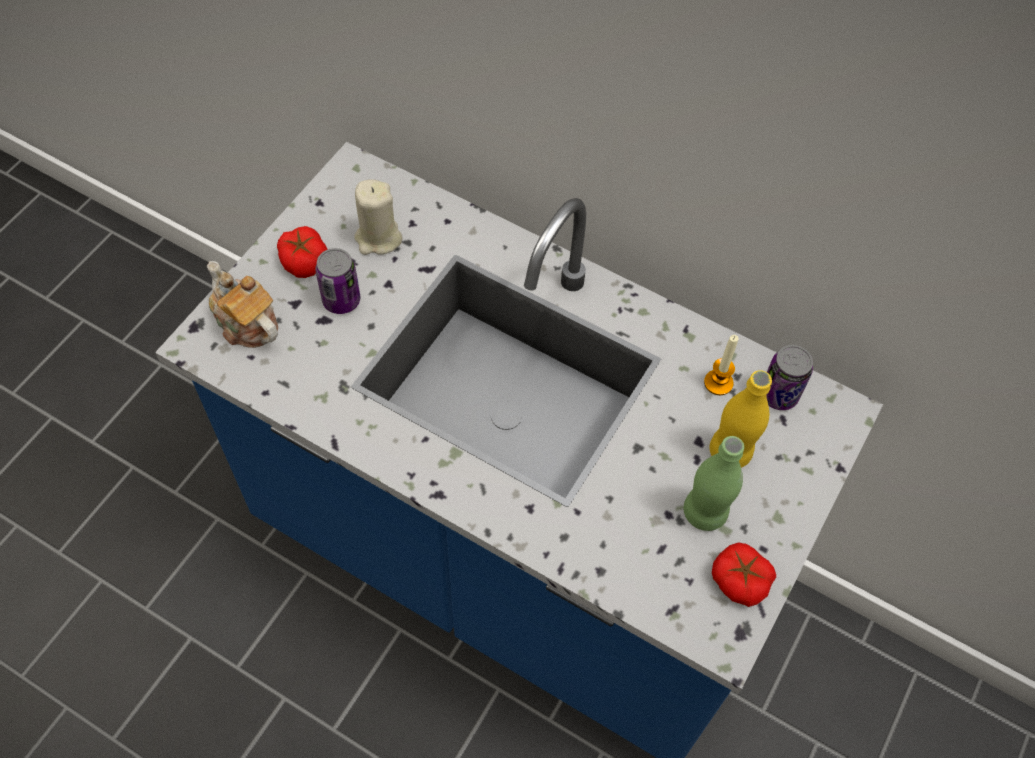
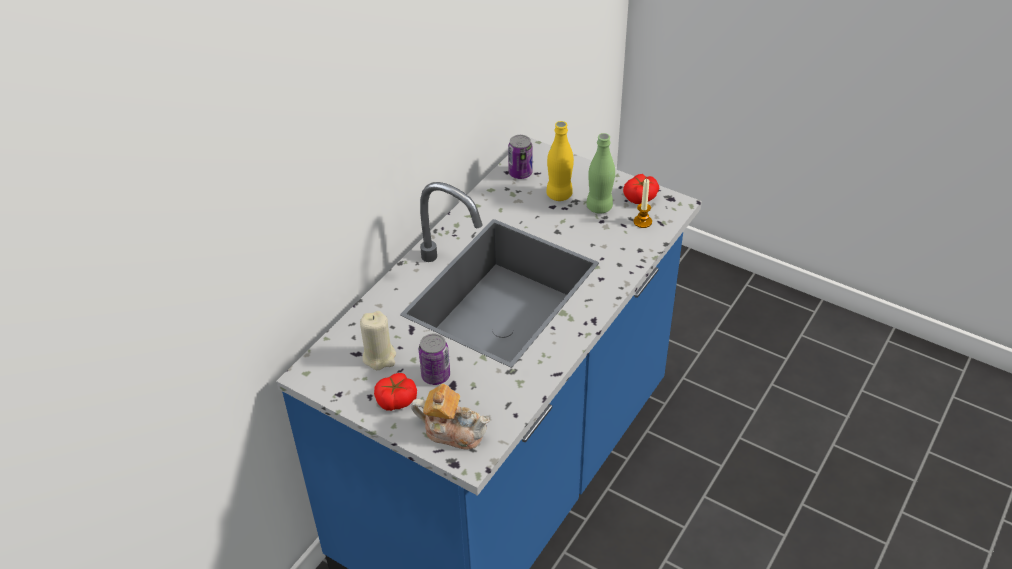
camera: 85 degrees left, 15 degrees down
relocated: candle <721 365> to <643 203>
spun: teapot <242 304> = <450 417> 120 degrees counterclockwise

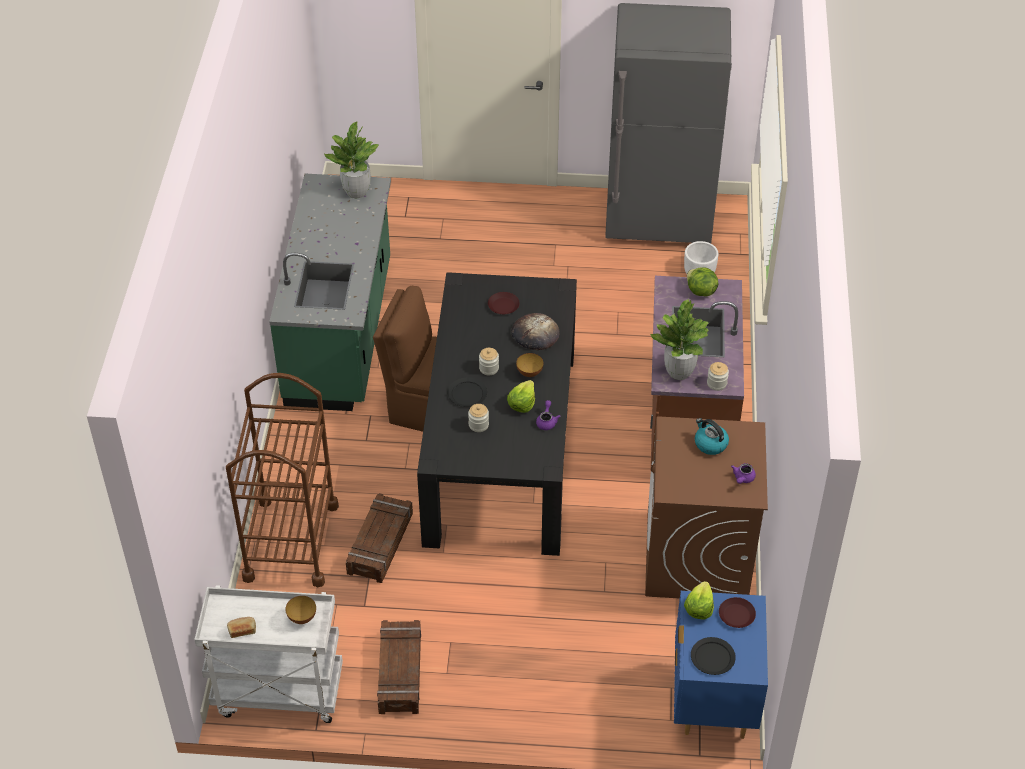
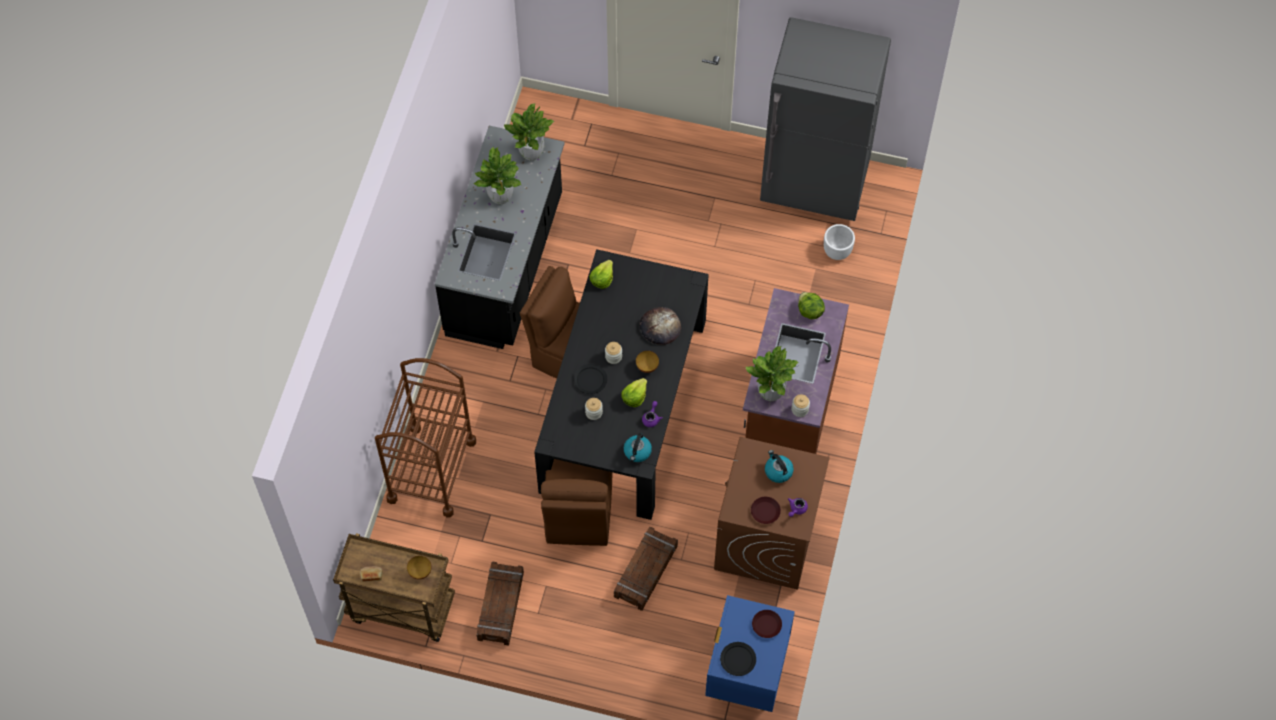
camera: 10 degrees right, 15 degrees up
appeared: potted plant <497 175>; chair (brown) <576 502>; kettle <638 447>
relocated: crate <379 538> to <646 569>; plate (brown) <504 303> to <766 510>; lettuce <699 600> to <601 274>
colour: cart (white) <268 654> to cart (brown) <394 587>; counter (green) <330 292> to counter (black) <499 237>

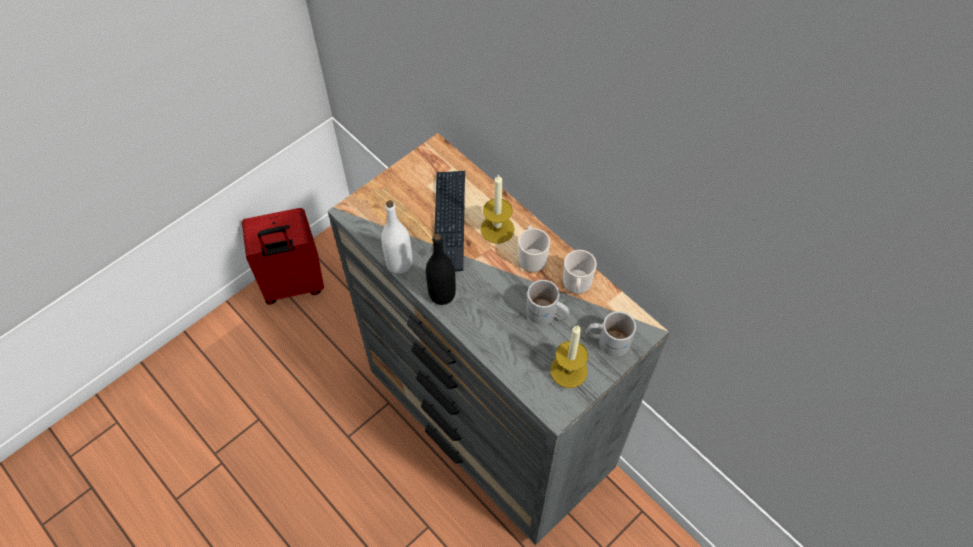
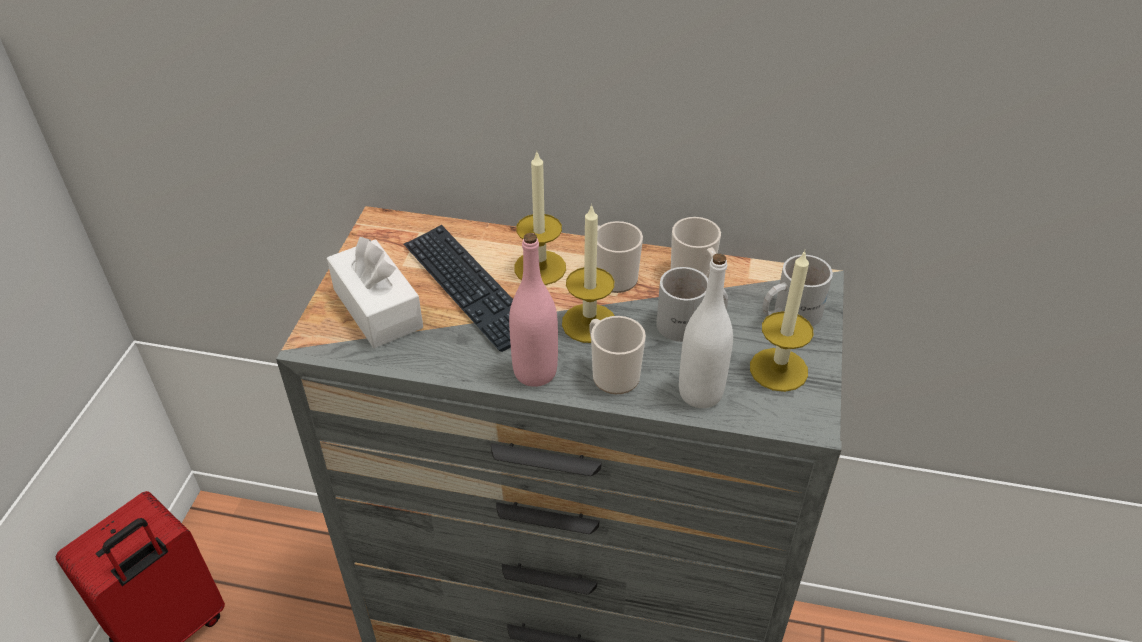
camera: 35 degrees left, 15 degrees down
appeared: tissue box (white) <375 292>; candle <588 273>; mug <617 355>
relocated: bottle (white) <396 237> to <706 331>
colour: bottle (black) <441 269> to bottle (pink) <533 310>

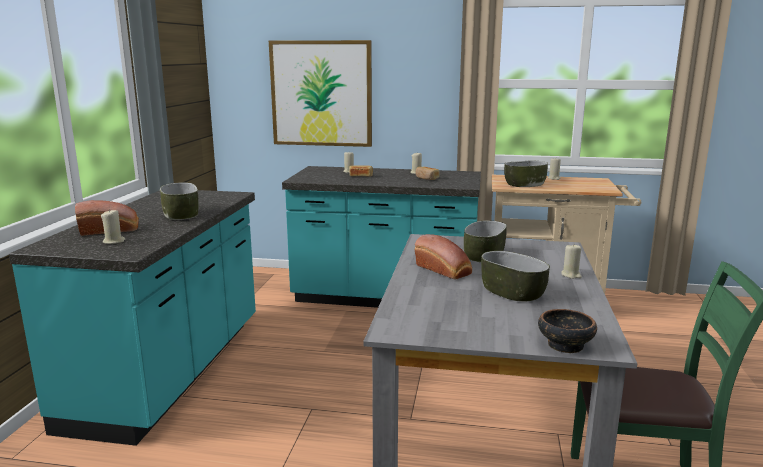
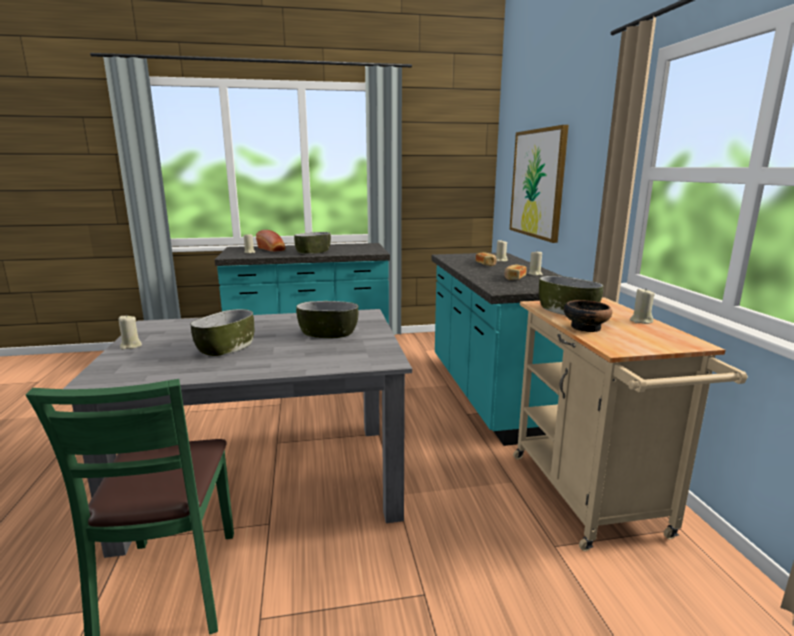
camera: 70 degrees right, 0 degrees up
missing: bread <443 256>
relocated: bowl <567 331> to <588 316>; candle (beige) <571 262> to <130 332>

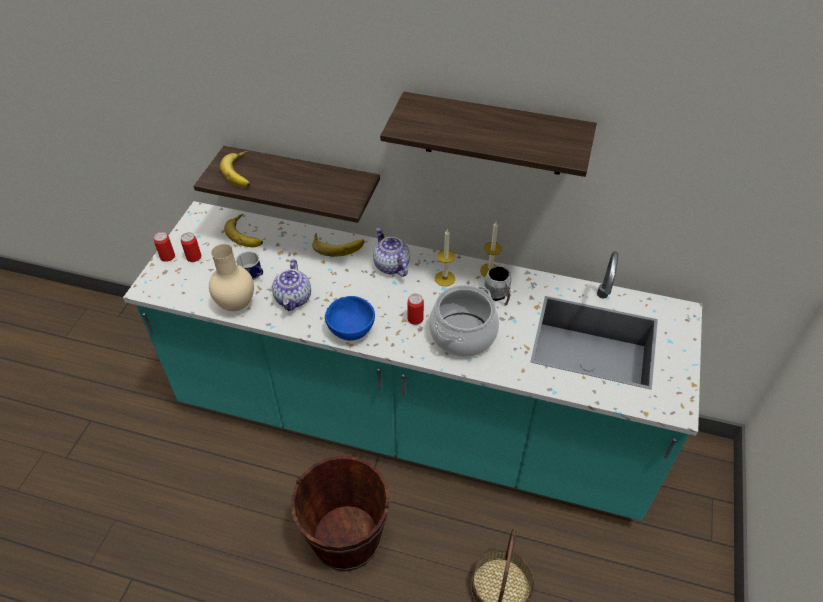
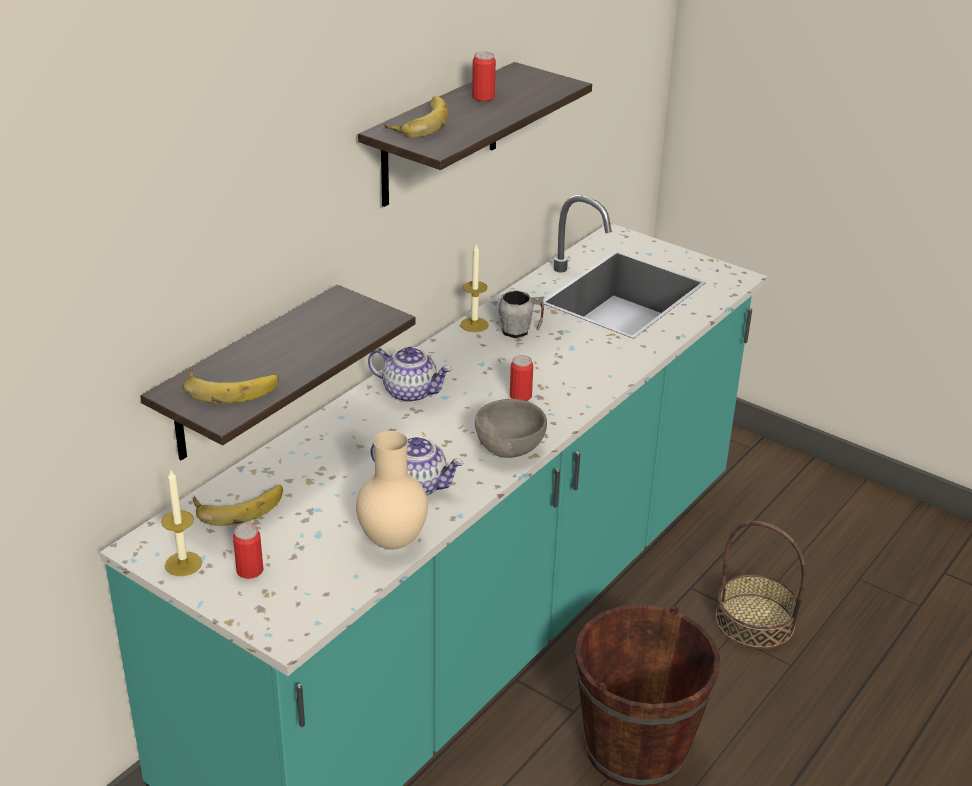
camera: 70 degrees left, 15 degrees down
missing: mug <249 265>; cooking pot <464 321>
relocated: can <164 247> to <484 76>; banana <338 245> to <416 117>; candle <445 257> to <181 523>
colour: bowl (blue) <350 318> to bowl (grey) <511 428>
spun: teapot <391 252> = <410 375> 150 degrees counterclockwise

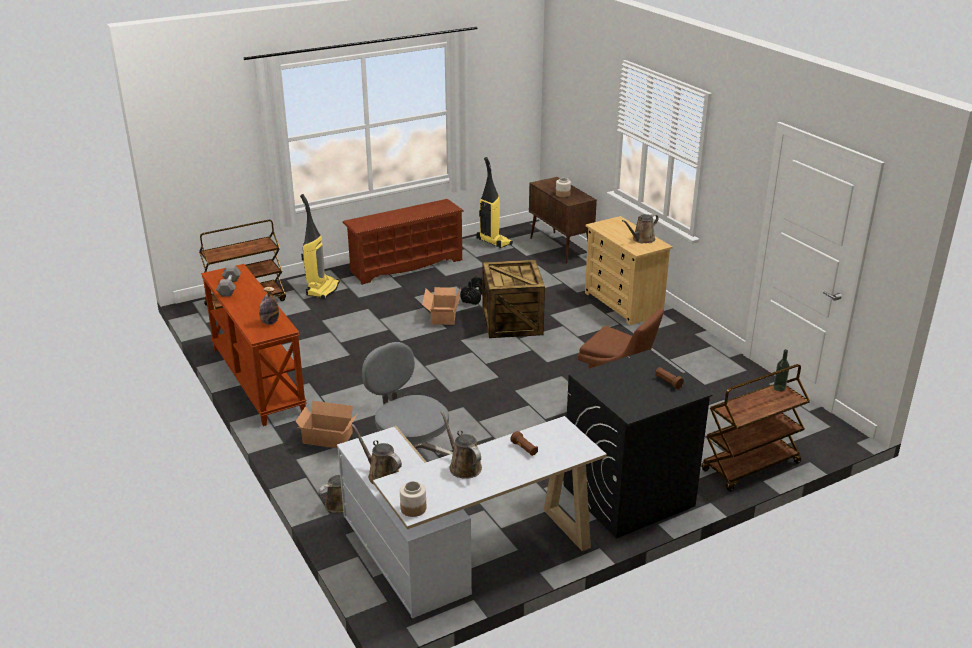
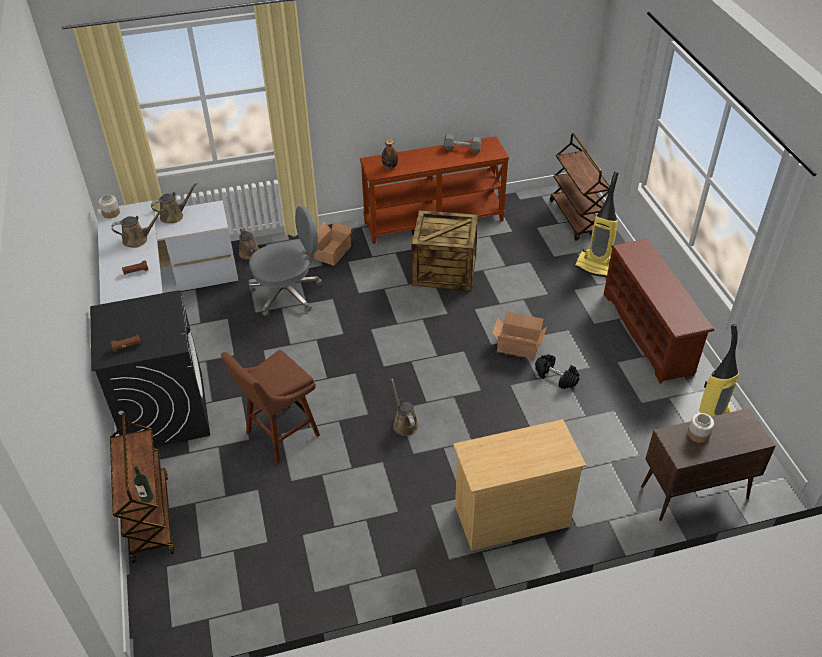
camera: 105 degrees right, 15 degrees up
relocated: crate <513 299> to <444 250>; watering can (brown) <640 228> to <405 407>

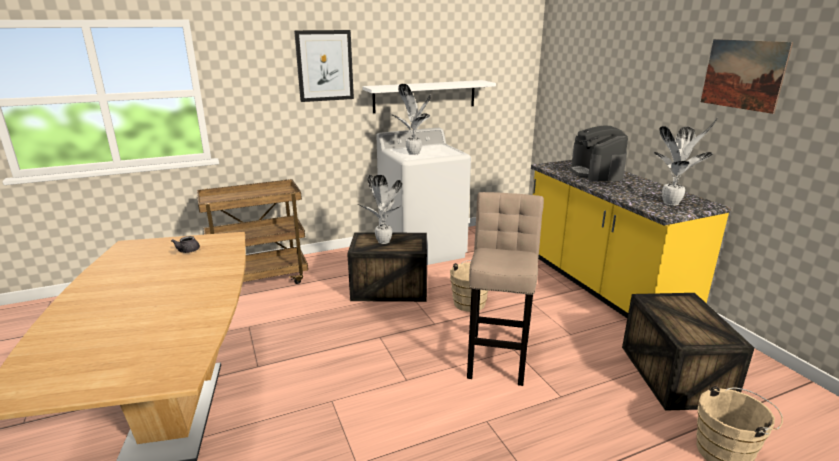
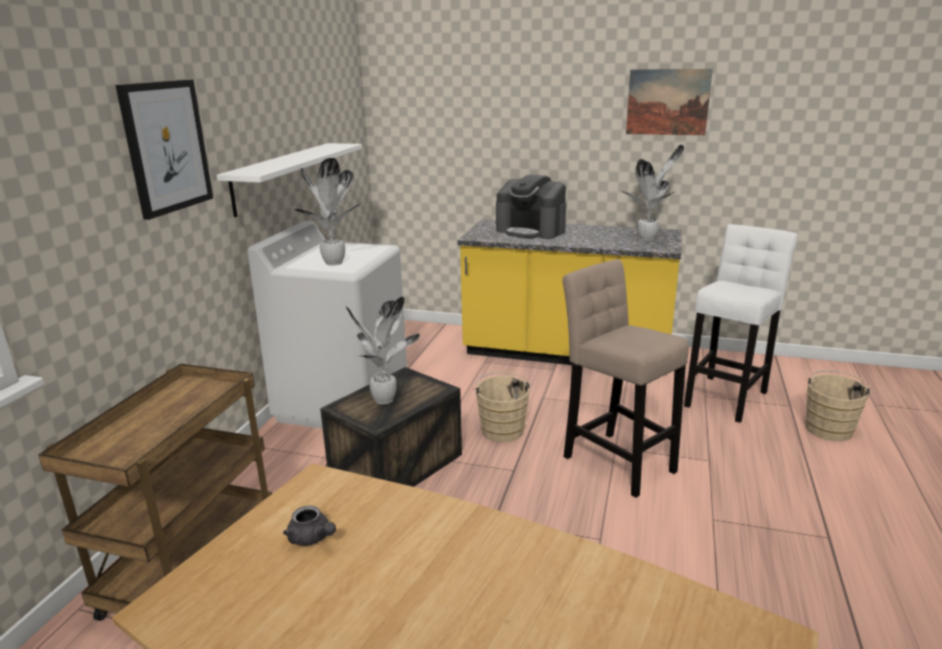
camera: 50 degrees left, 0 degrees up
exchanged: crate <688 352> to stool (white) <741 323>

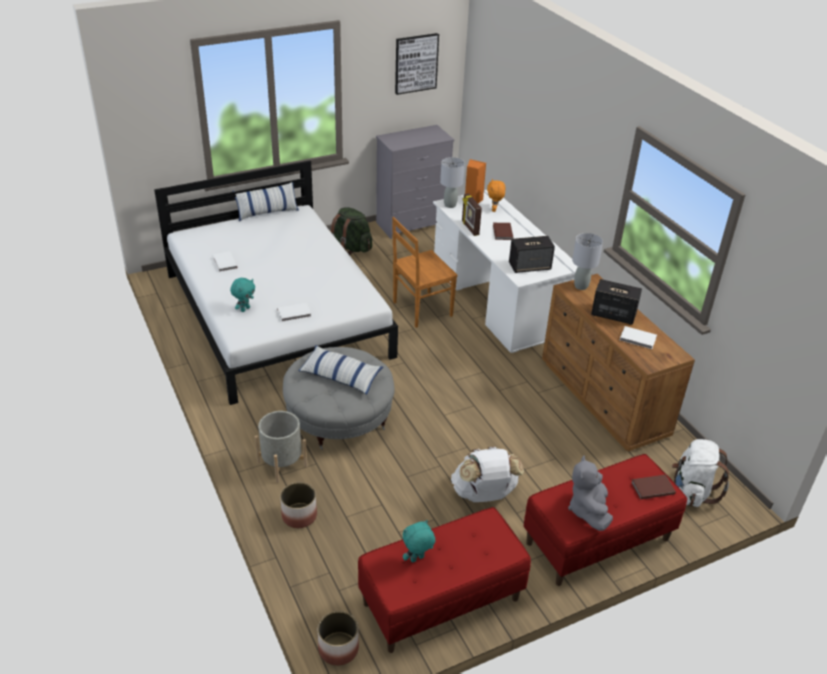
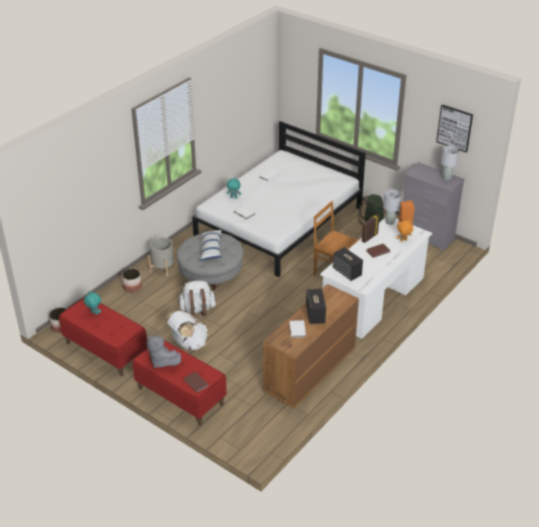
camera: 65 degrees right, 0 degrees up
missing: pillow <266 201>
relocated: table lamp (grey) <587 261> to <450 163>; backpack (white) <700 473> to <197 298>
spun: plush toy (grey) <590 493> = <164 351> 120 degrees counterclockwise

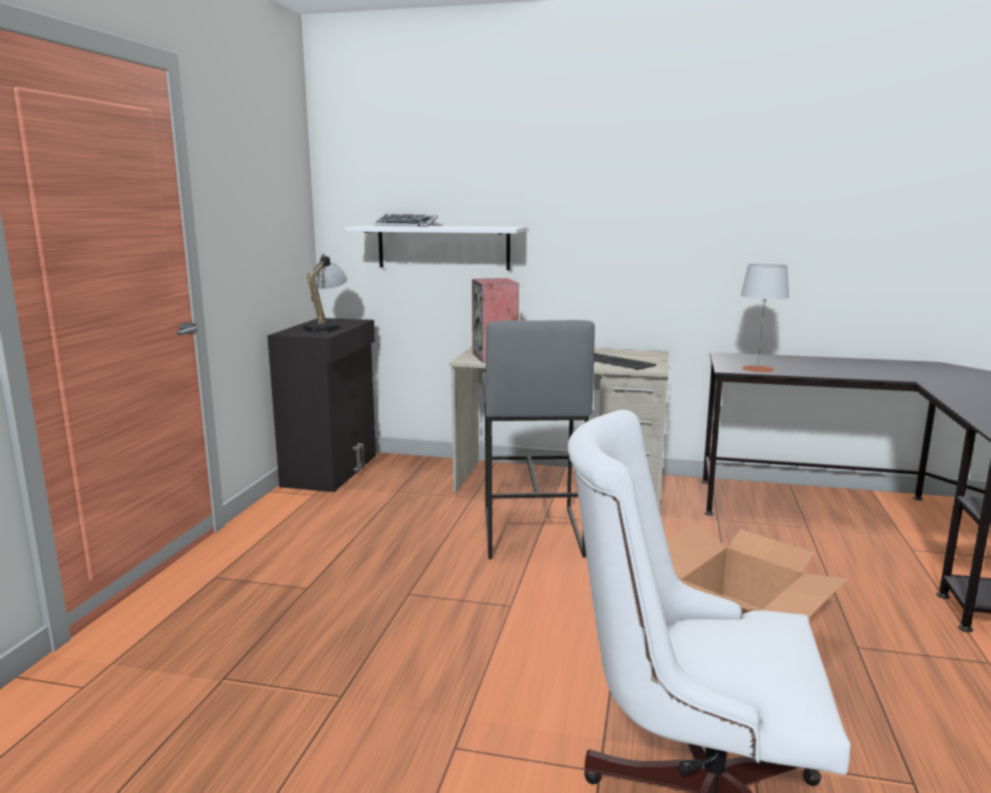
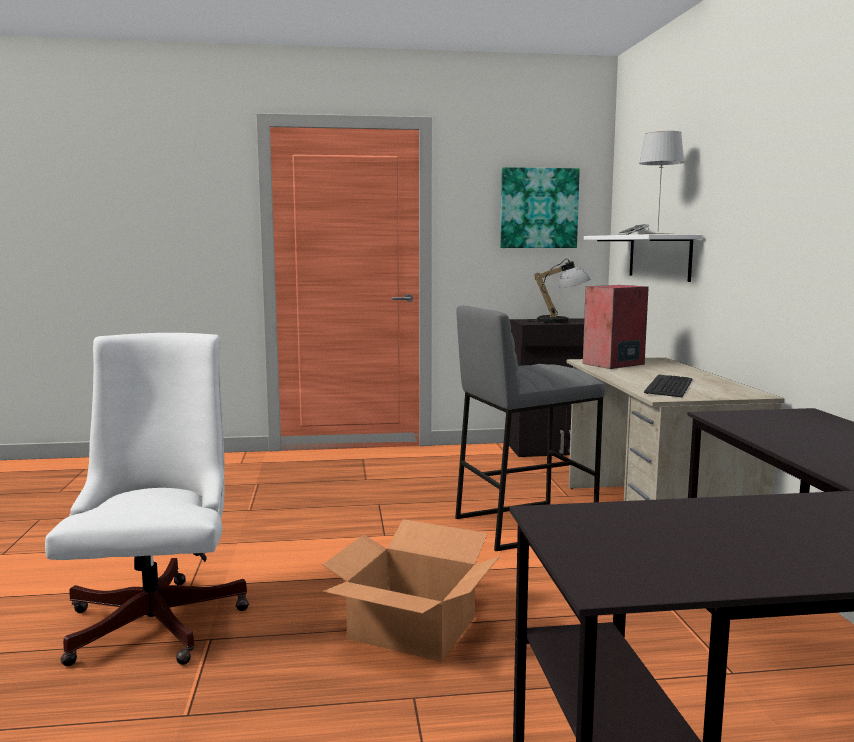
camera: 70 degrees right, 5 degrees down
appeared: picture <540 207>
relocated: table lamp (grey) <764 318> to <661 182>

